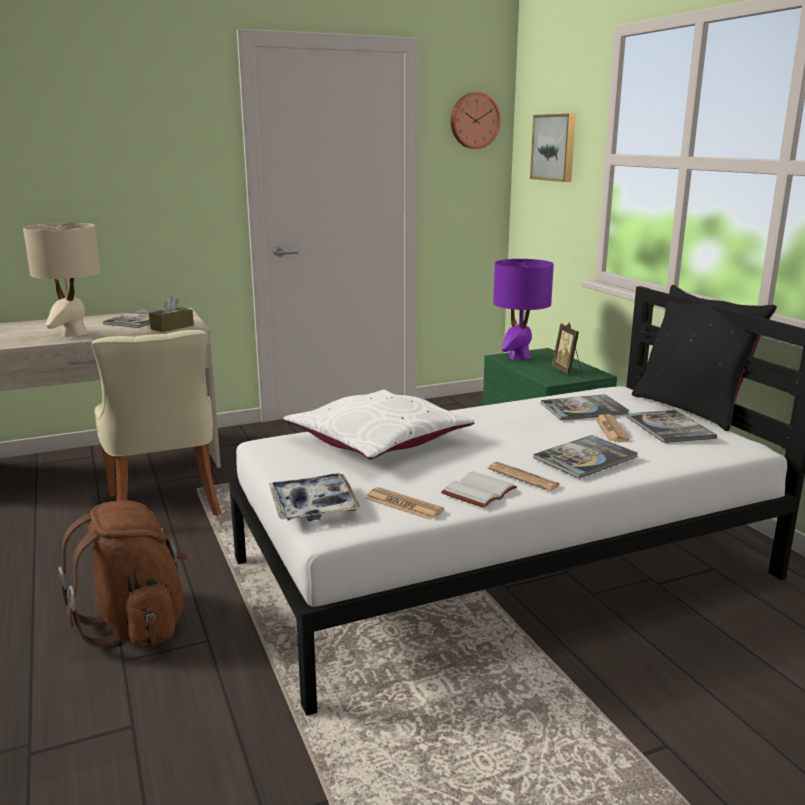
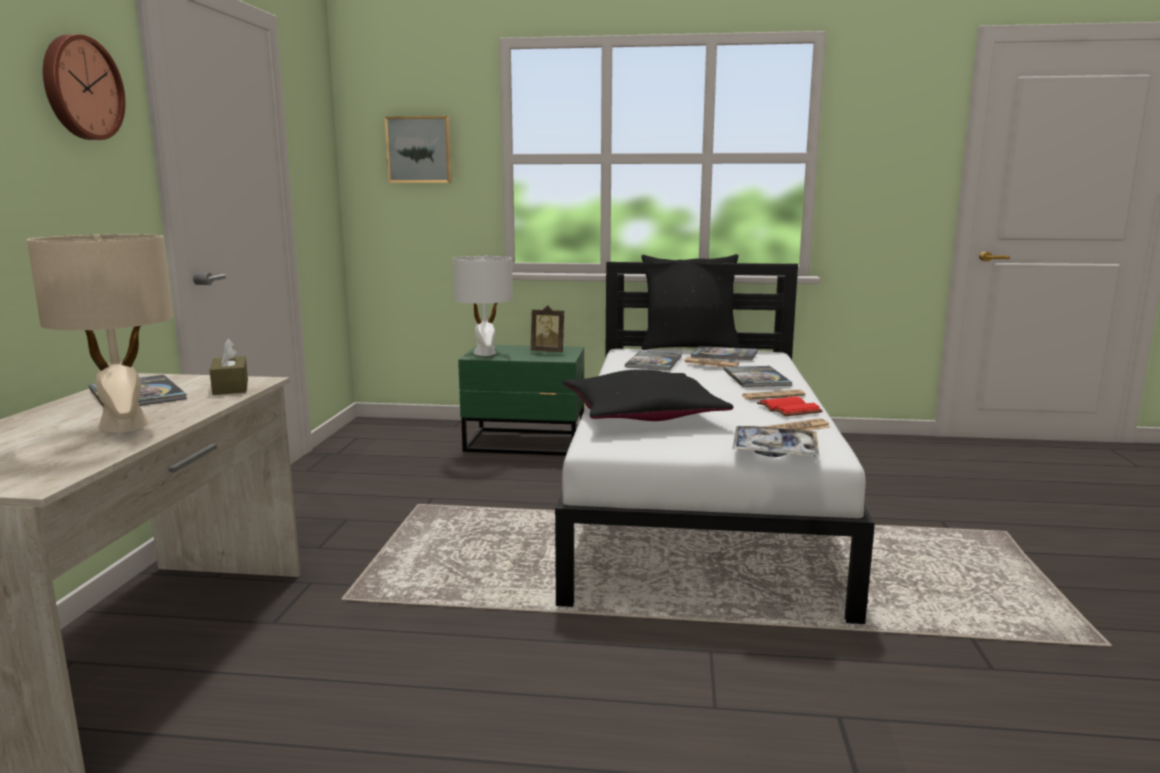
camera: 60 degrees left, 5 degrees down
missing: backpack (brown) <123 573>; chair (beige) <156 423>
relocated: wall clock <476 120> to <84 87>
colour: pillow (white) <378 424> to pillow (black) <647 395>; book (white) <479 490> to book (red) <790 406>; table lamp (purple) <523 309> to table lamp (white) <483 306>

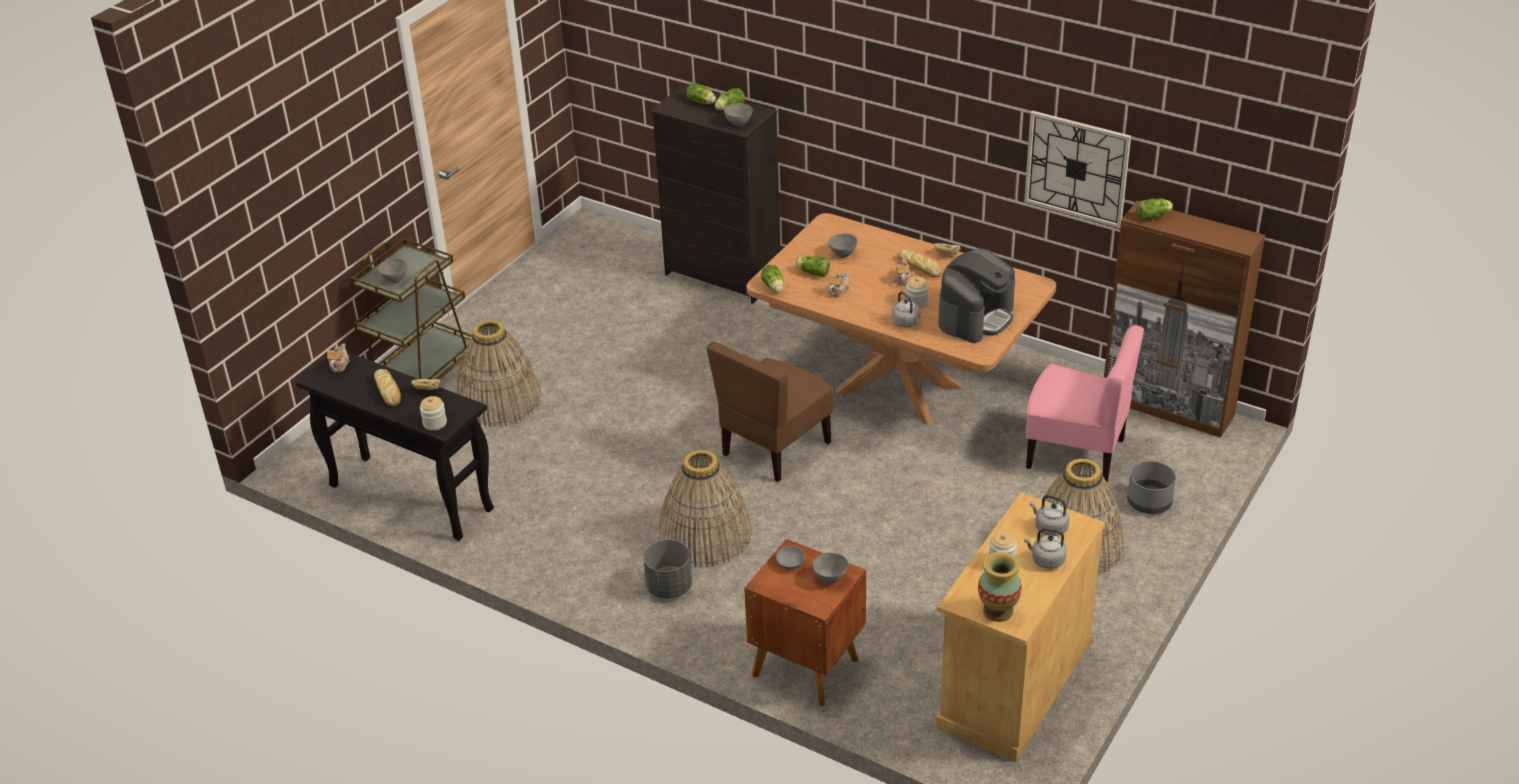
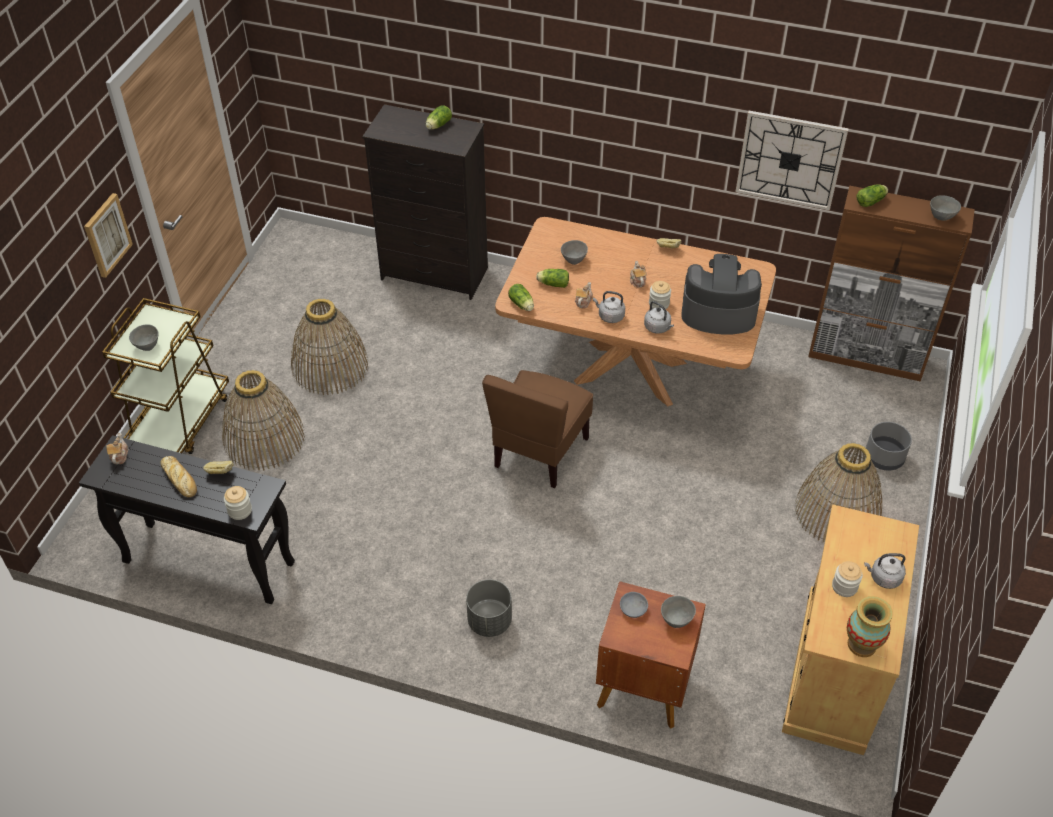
camera: 15 degrees left, 10 degrees up
missing: lettuce <701 93>; bread <919 263>; chair (pink) <1085 403>
appeared: picture <108 235>
relocated: basket <705 508> to <329 347>; bowl (grey) <738 114> to <945 208>; kettle (grey) <1049 515> to <609 307>
spun: coffee machine <976 296> = <721 294> 105 degrees counterclockwise

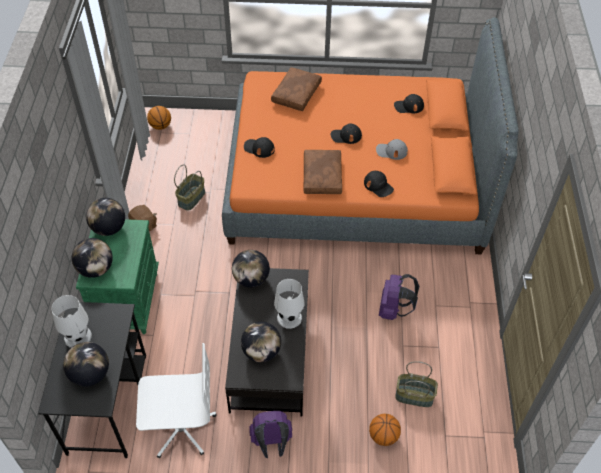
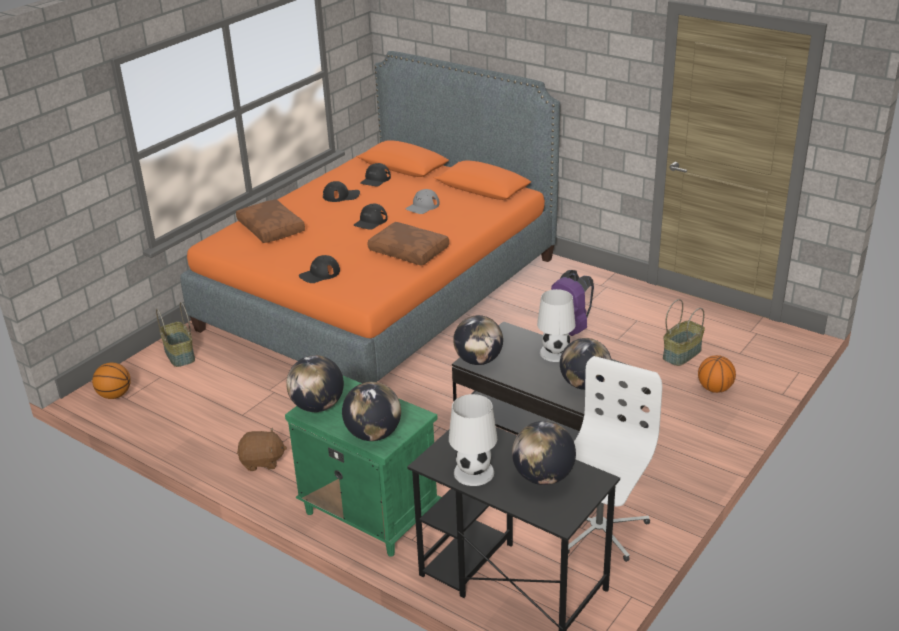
camera: 55 degrees left, 20 degrees down
missing: backpack (purple) <270 434>
relocated: basket <189 187> to <175 334>; cap (black) <379 184> to <341 191>

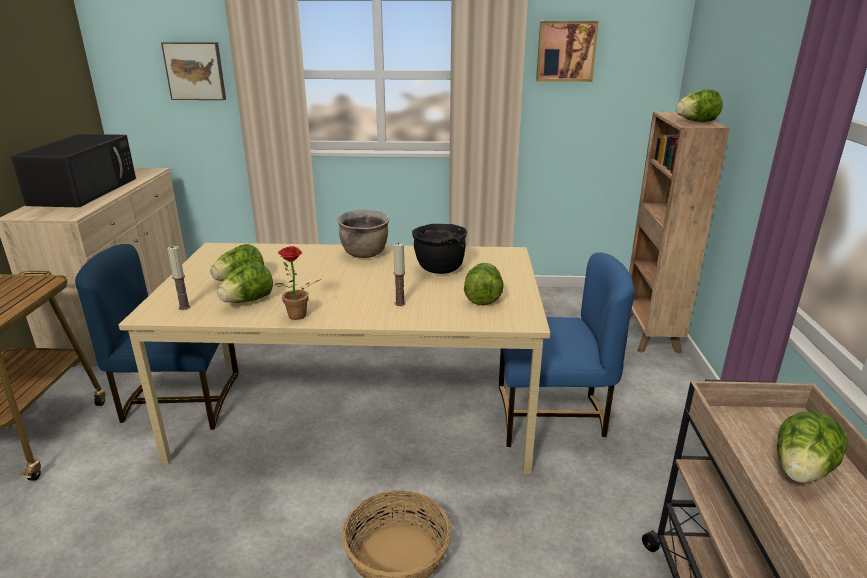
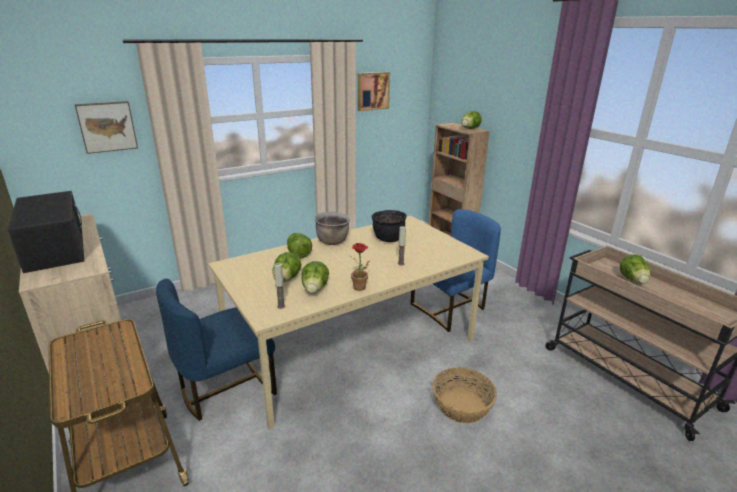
camera: 35 degrees left, 0 degrees up
relocated: lettuce <484 284> to <299 246>

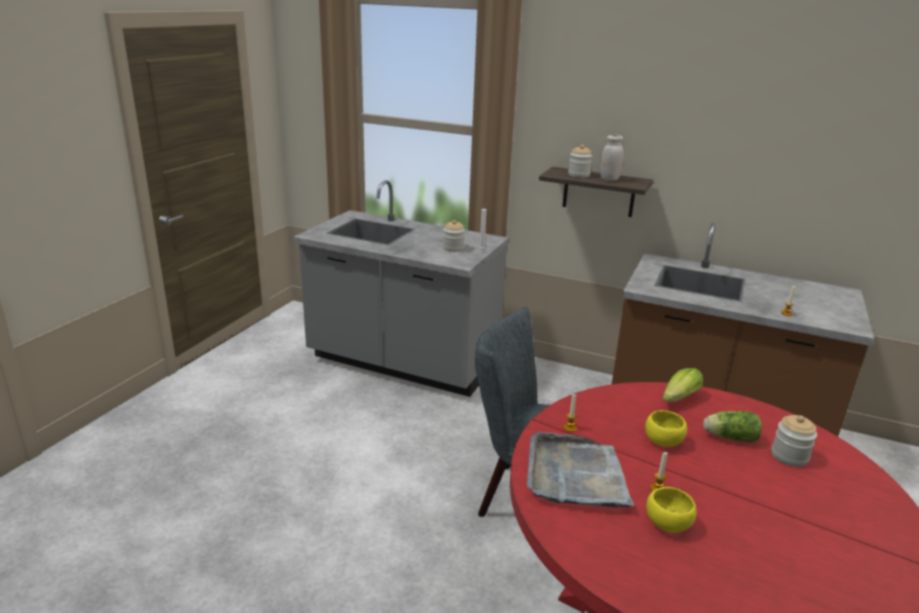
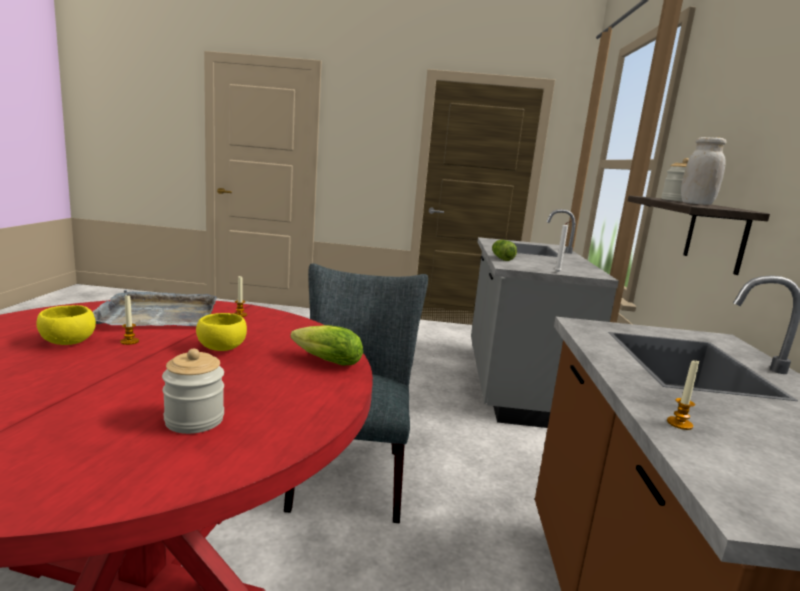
camera: 70 degrees right, 10 degrees down
missing: jar <454 236>
relocated: lettuce <732 427> to <504 250>

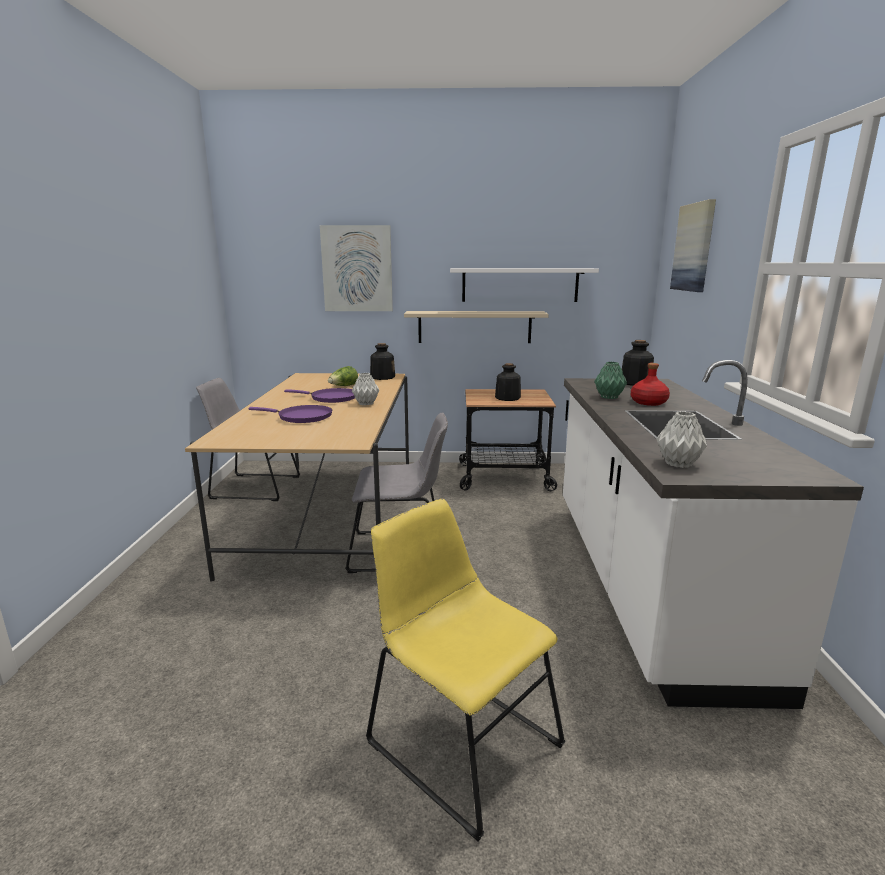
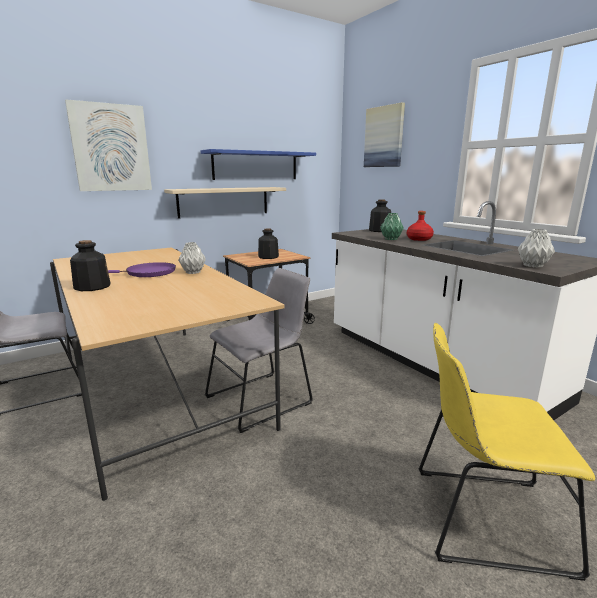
camera: 35 degrees left, 0 degrees up
missing: frying pan (purple) <290 414>; lettuce <343 376>
relocated: bottle <382 361> to <90 265>
colour: shelf (white) <524 285> to shelf (blue) <258 164>

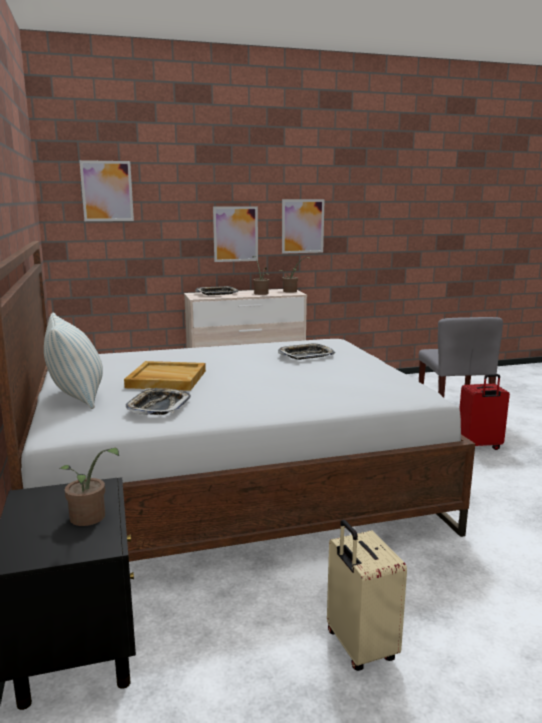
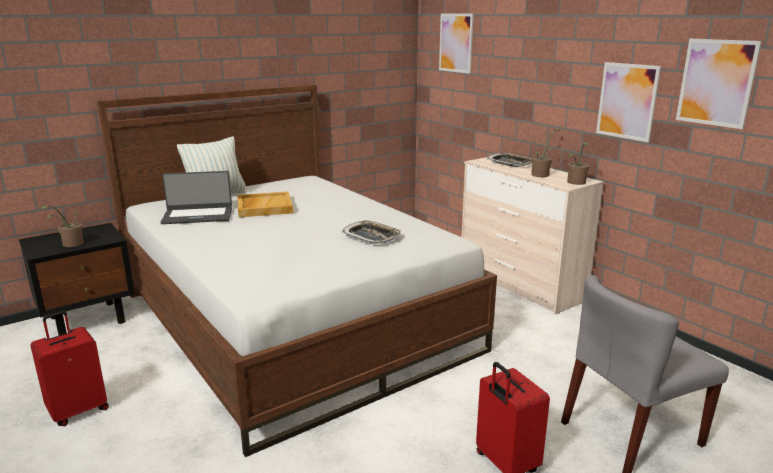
camera: 70 degrees right, 5 degrees up
relocated: picture <235 234> to <719 84>
exchanged: tray <158 401> to laptop <196 197>
colour: suitcase (beige) <367 595> to suitcase (red) <69 368>

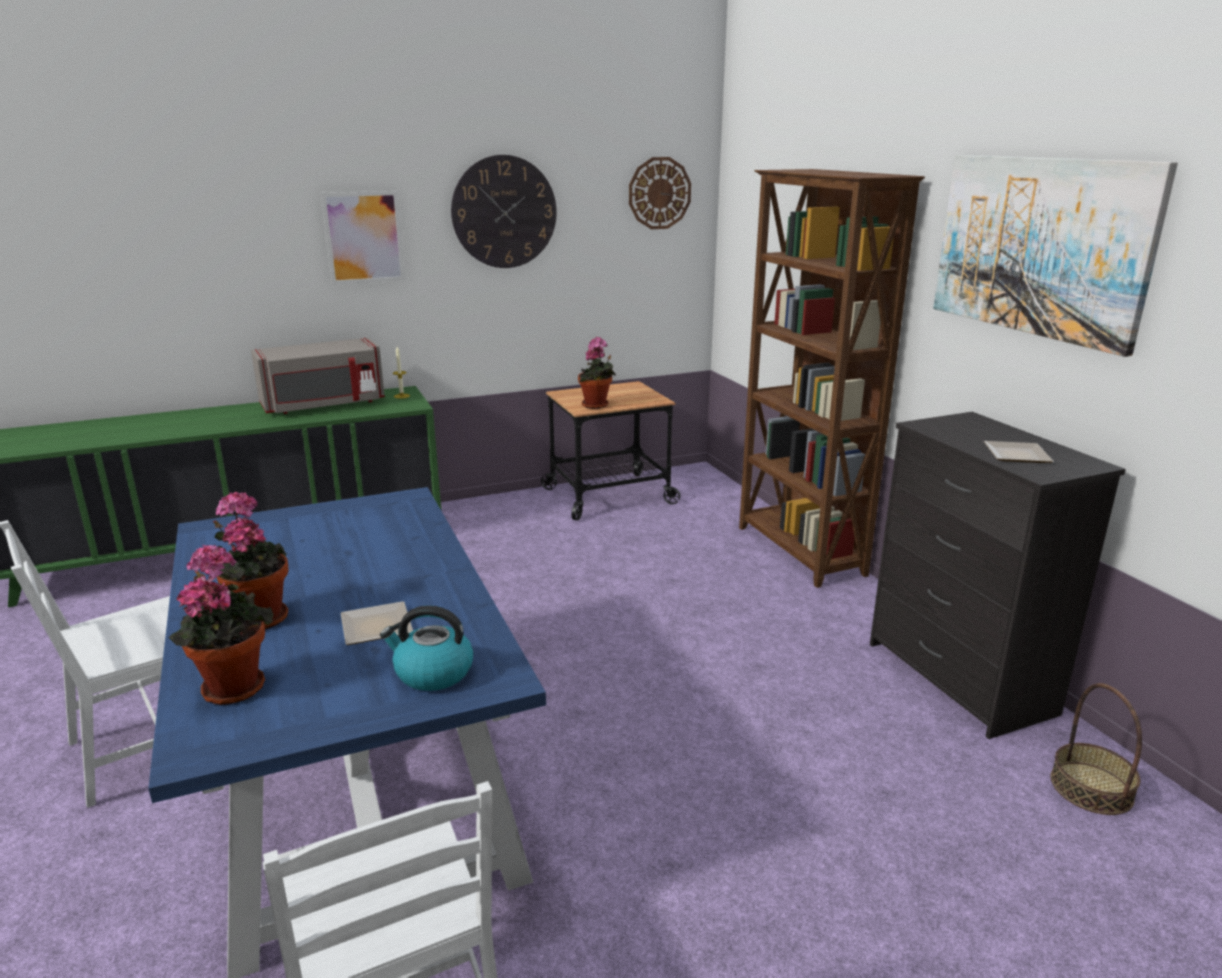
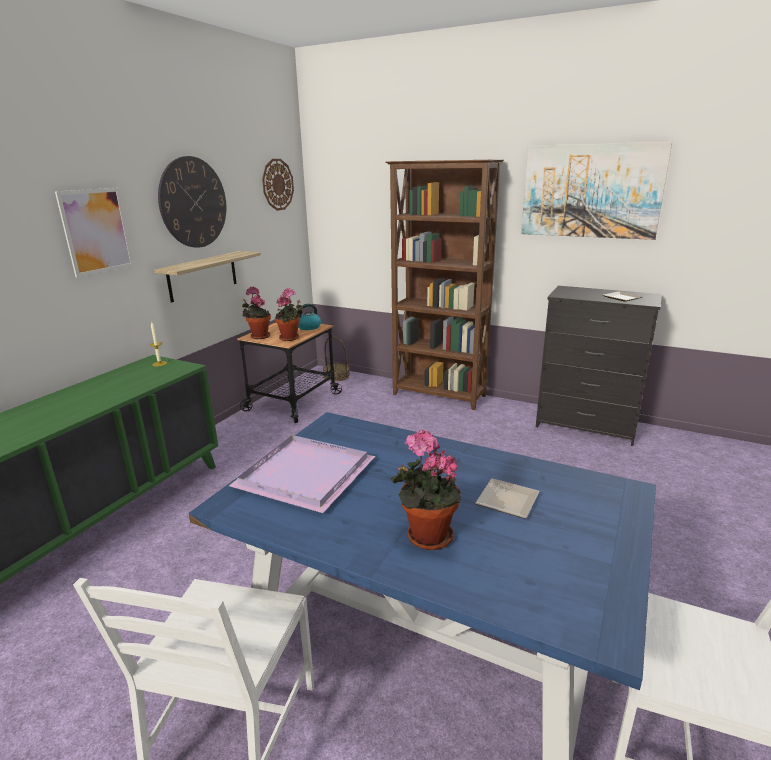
camera: 40 degrees left, 0 degrees up
missing: microwave (grey) <318 376>
appeared: shelf <207 277>; tray (purple) <302 474>
relocated: potted plant <221 625> to <256 312>; kettle <426 648> to <309 317>; basket <1096 749> to <336 358>

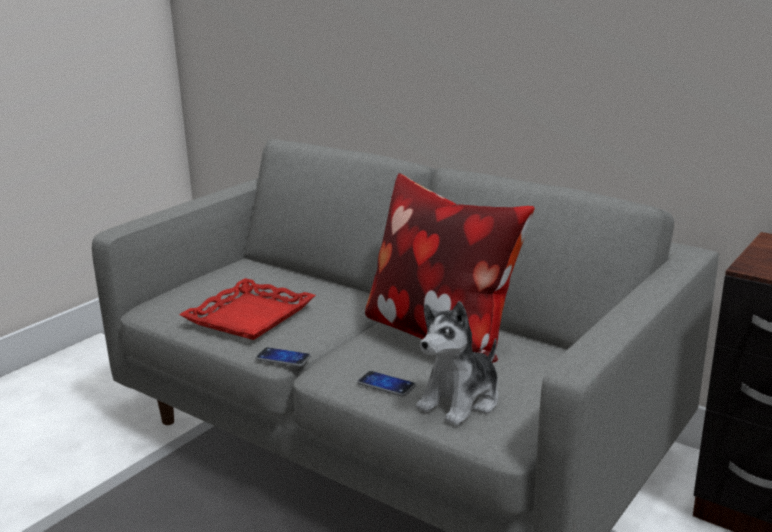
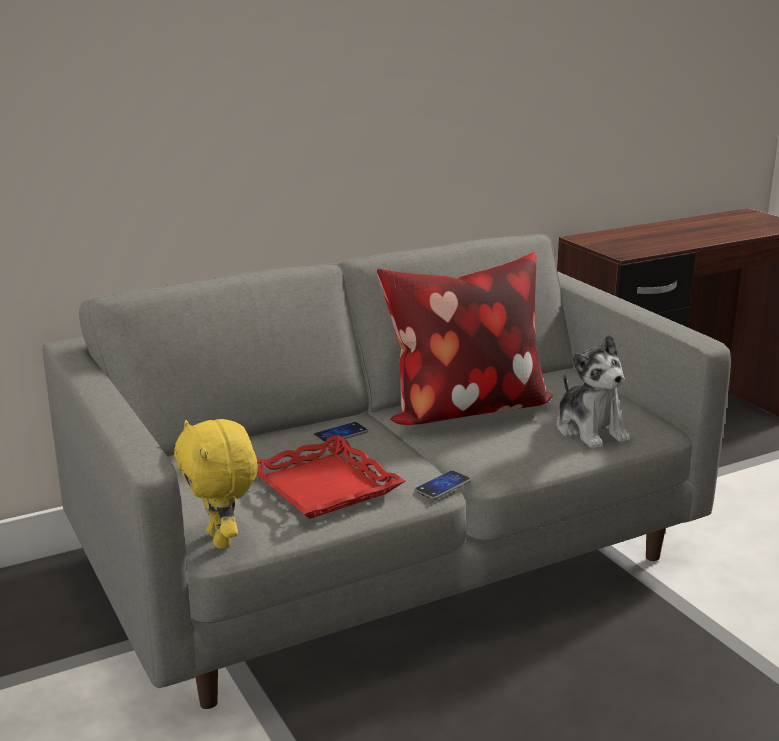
camera: 65 degrees left, 0 degrees up
appeared: plush toy (yellow) <216 484>
relocated: phone <386 384> to <340 433>

